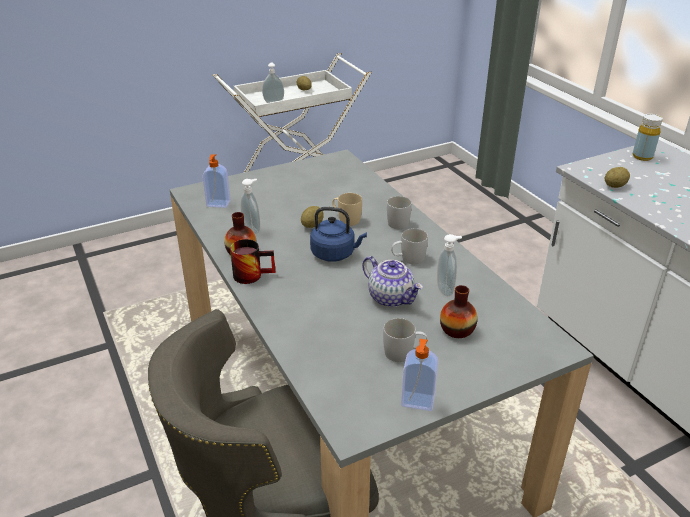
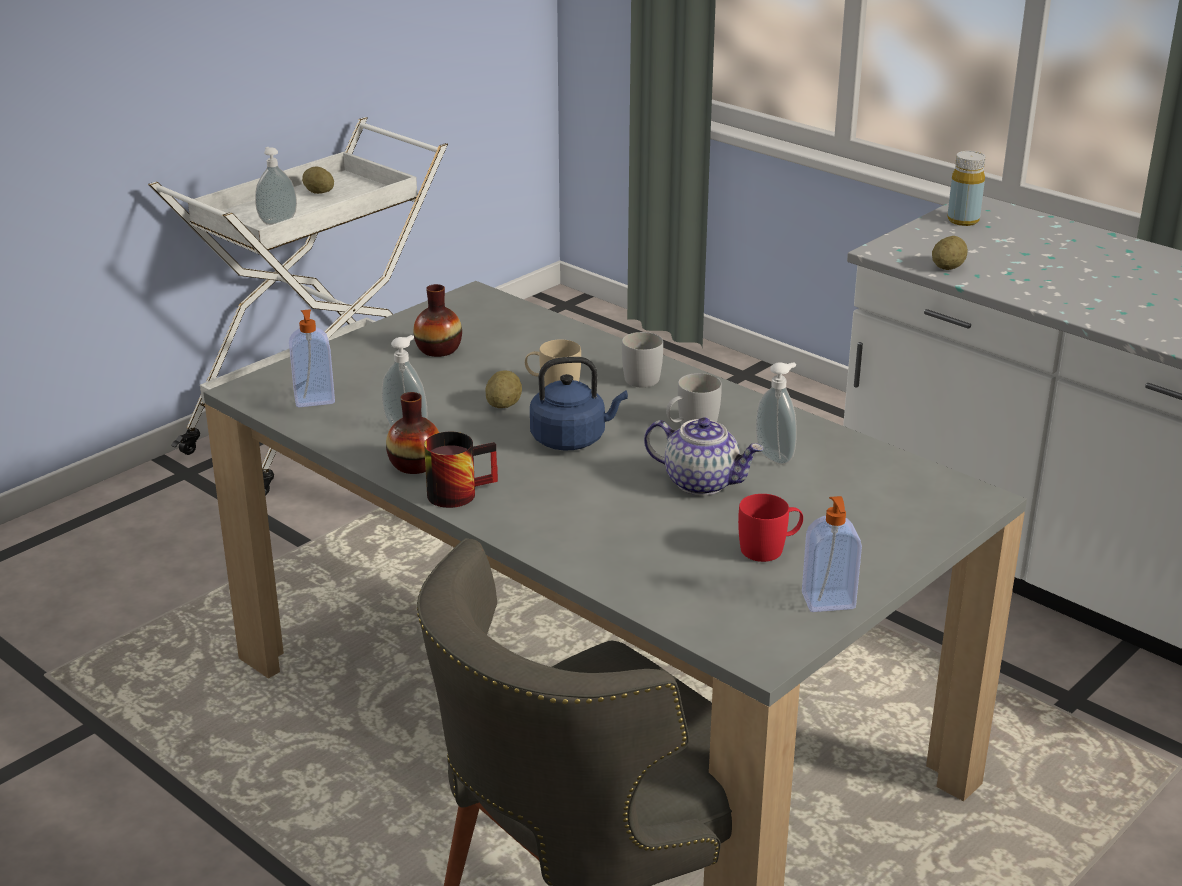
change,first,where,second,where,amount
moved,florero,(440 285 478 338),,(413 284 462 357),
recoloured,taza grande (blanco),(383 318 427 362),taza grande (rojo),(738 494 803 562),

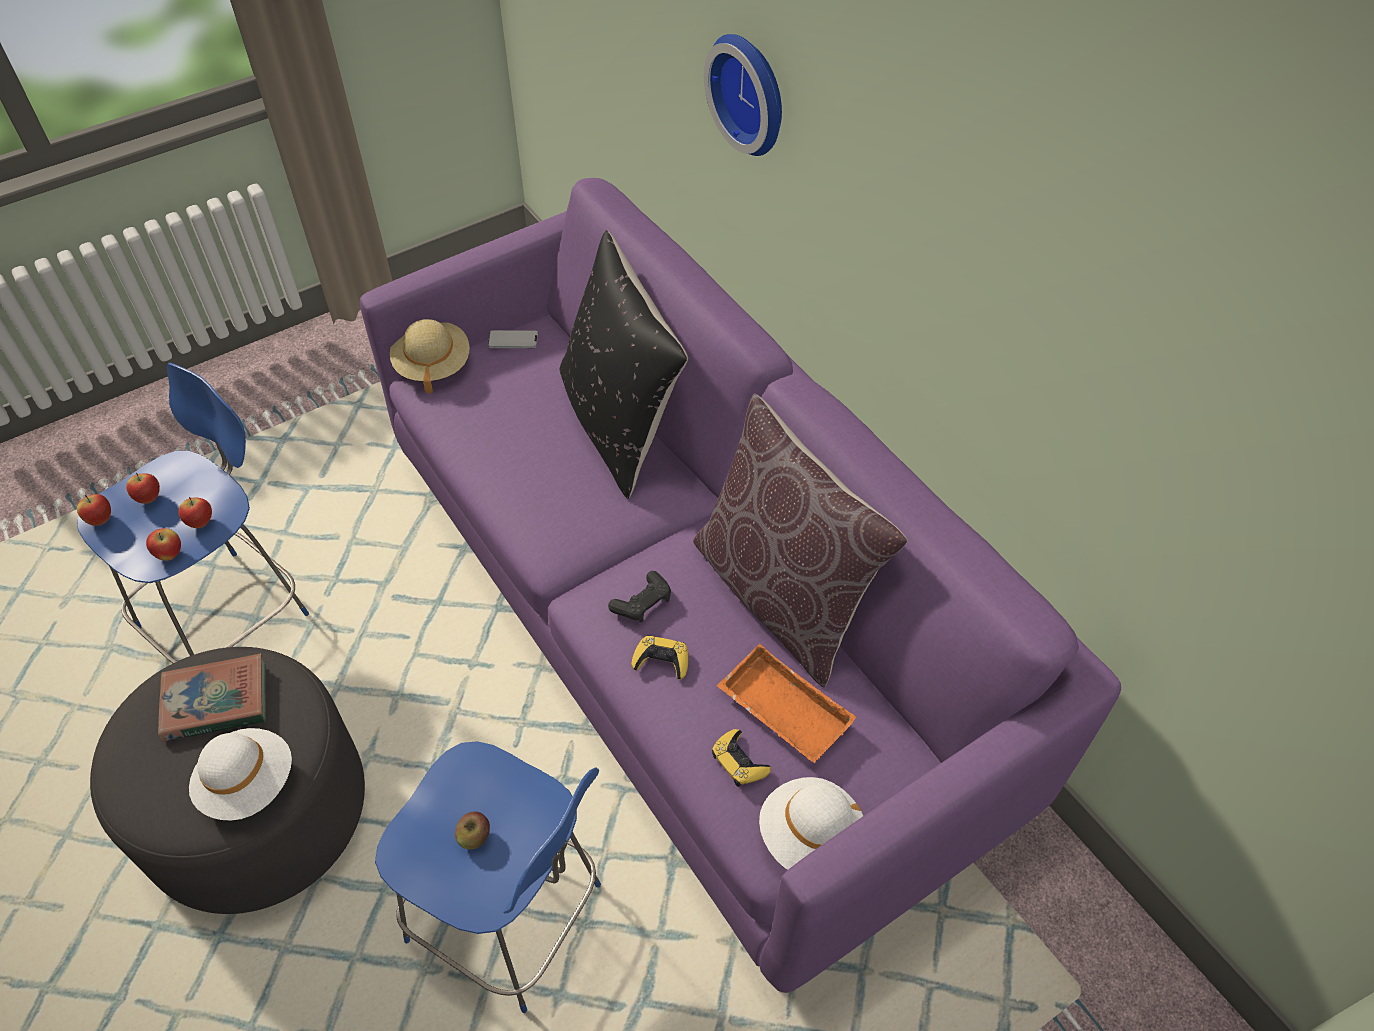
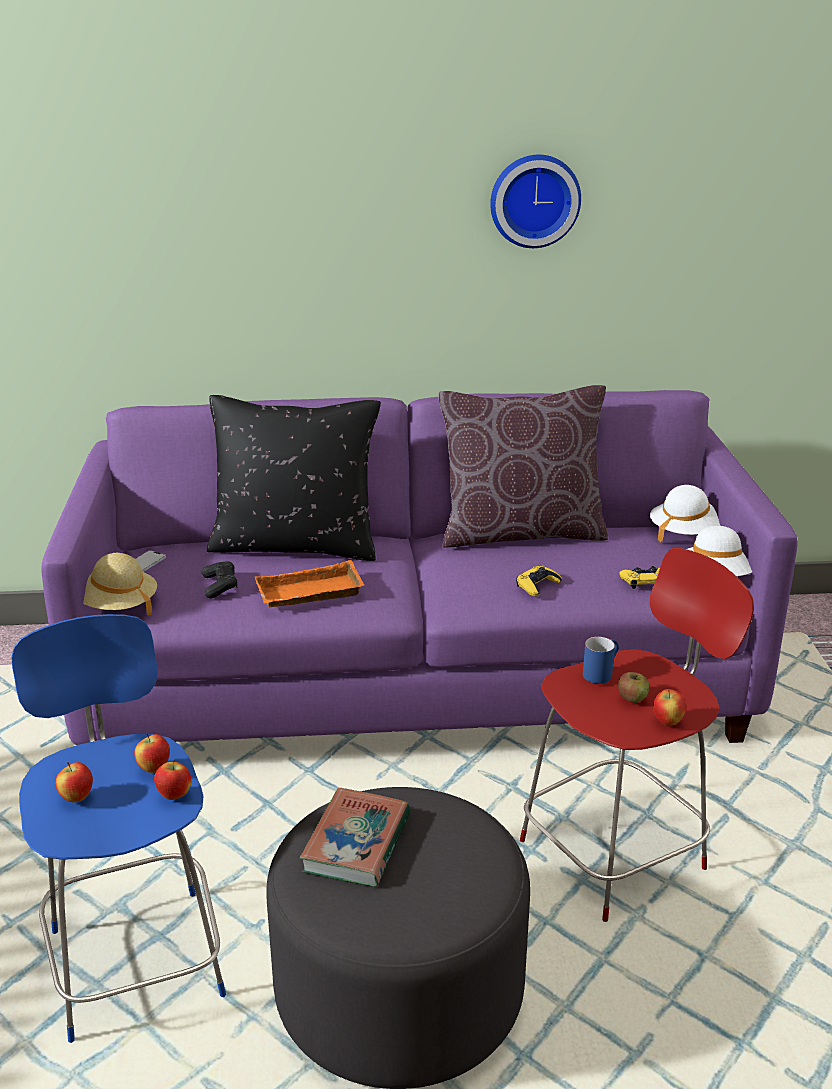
change,first,where,second,where,amount
moved,reloj de pared,(704 34 782 156),,(490 155 581 248),
moved,manzana,(77 494 111 526),,(653 689 687 725),
moved,mando de consola (negro),(608 571 671 622),,(202 561 237 599),
moved,bandeja (naranja),(717 644 856 763),,(254 560 364 607),
moved,sombrero (blanco),(189 728 292 820),,(650 485 720 543),
recoloured,taburete (azul),(375 741 601 1013),taburete (rojo),(520 548 754 922),
added,,,taza grande (azul),(583 637 619 684),

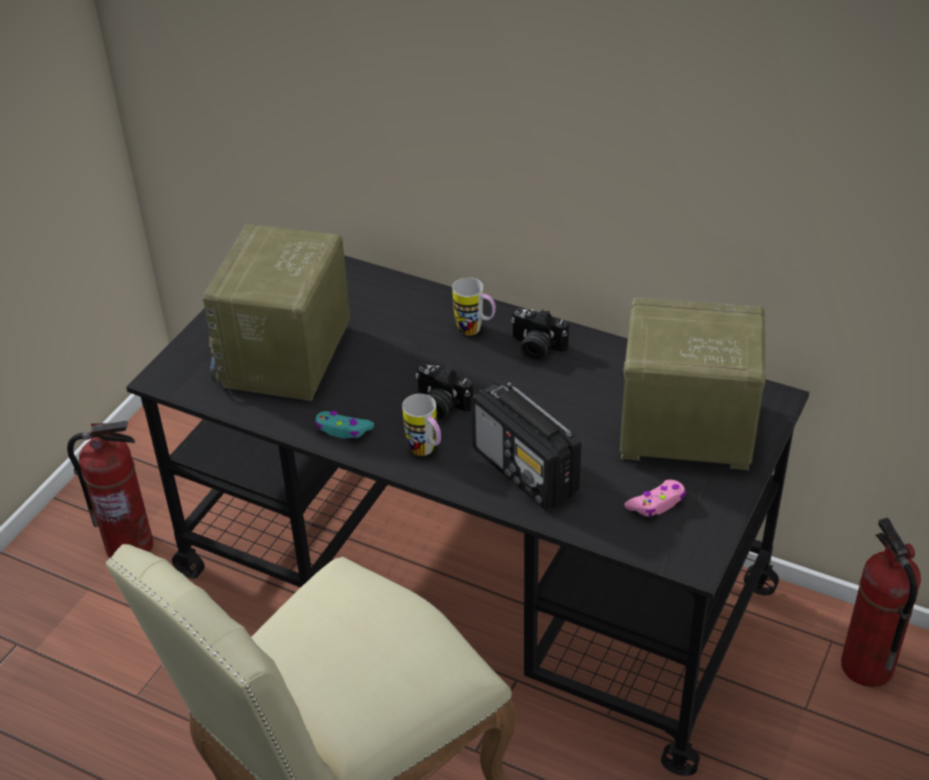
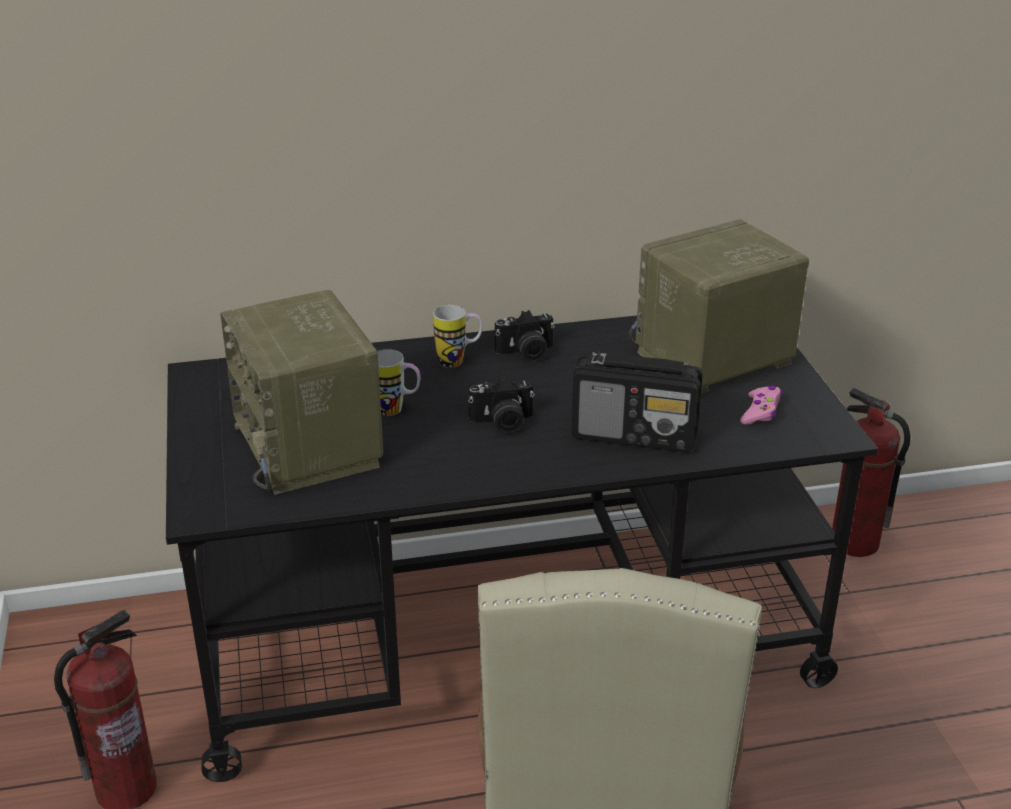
change,first,where,second,where,amount
moved,taza grande,(402 394 441 456),,(378 349 420 416),
removed,mando de consola (turquesa),(315 411 374 439),,,

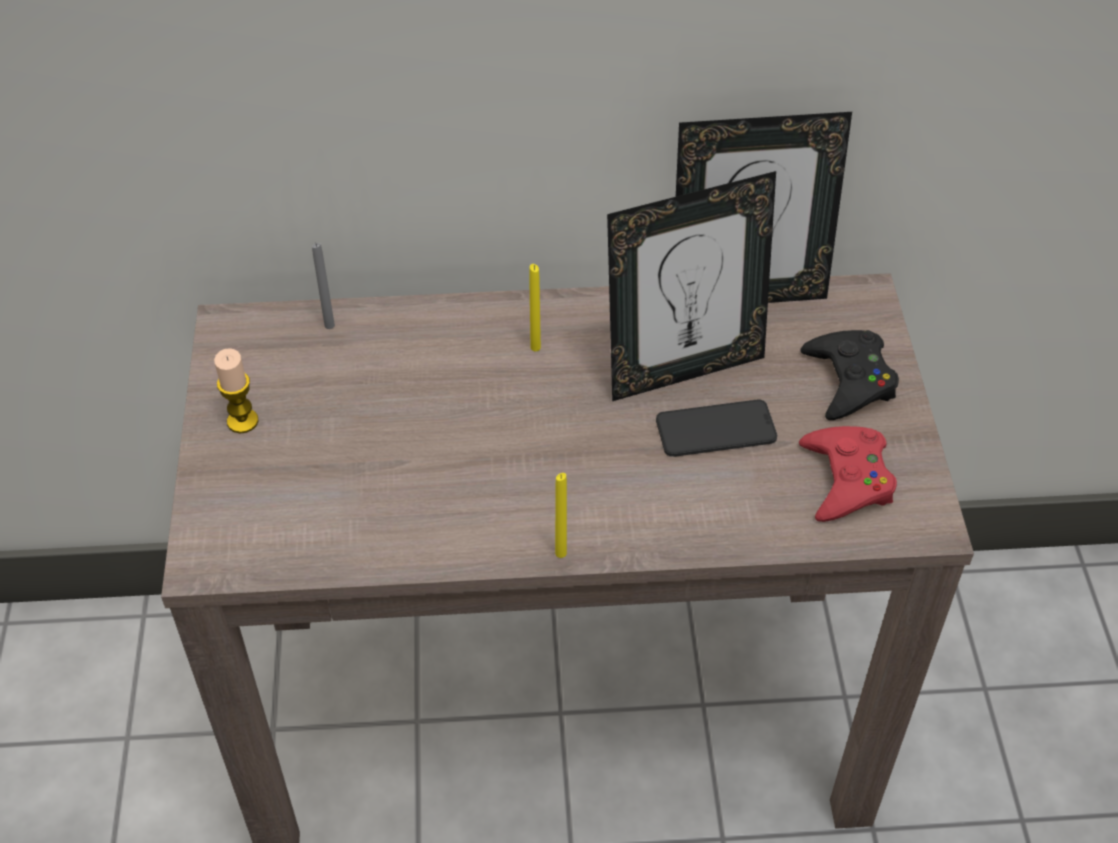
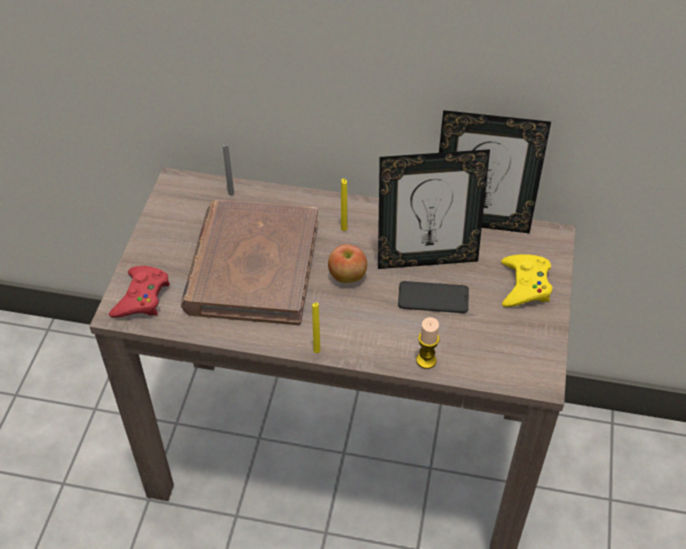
change,first,where,second,where,amount
recoloured,mando de consola (negro),(800 330 899 420),mando de consola (amarillo),(501 254 552 307),
moved,vela,(214 348 259 434),,(416 317 439 369),
moved,mando de consola (rojo),(799 426 897 522),,(109 266 170 317),
added,,,libro (marrón),(181 200 318 325),
added,,,manzana,(328 244 367 283),

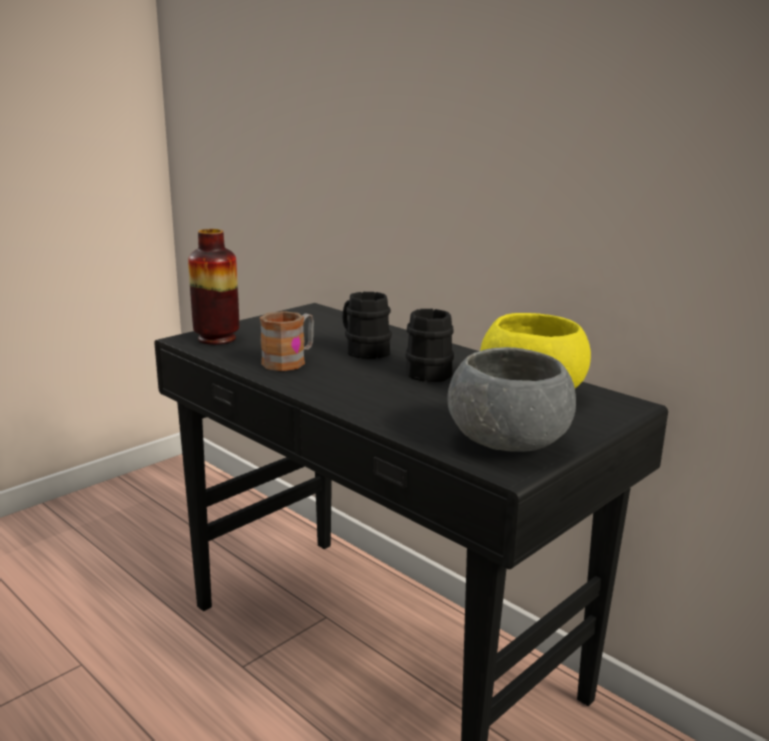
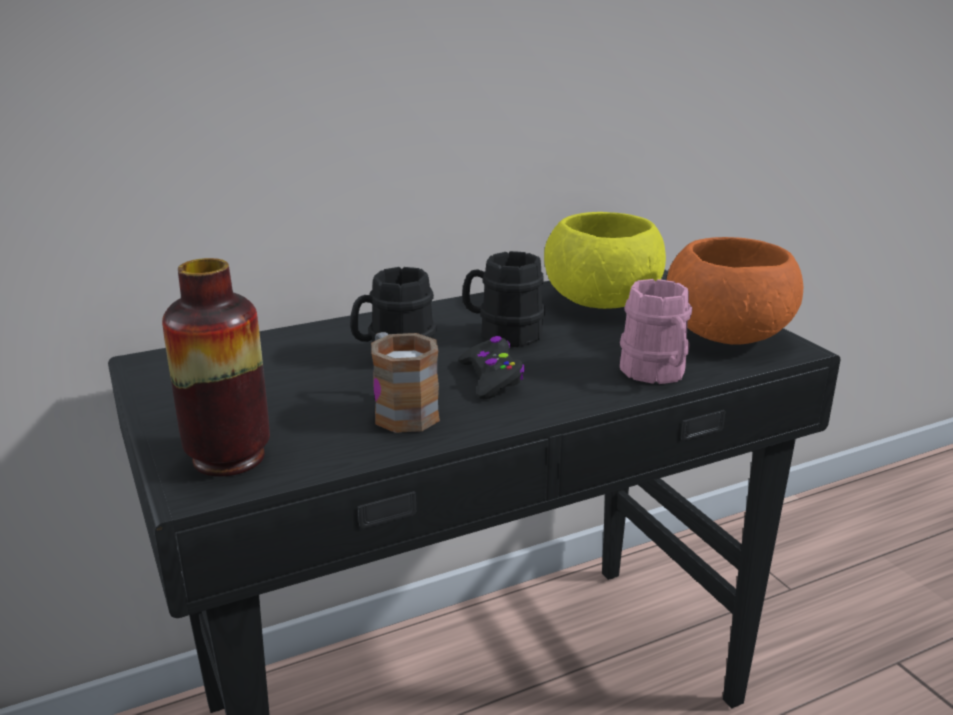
change,first,where,second,where,amount
recoloured,cuenco (gris),(448 347 576 452),cuenco (naranja),(667 237 803 345),
added,,,taza grande (rosa),(620 279 692 384),
added,,,mando de consola (negro),(458 336 525 400),

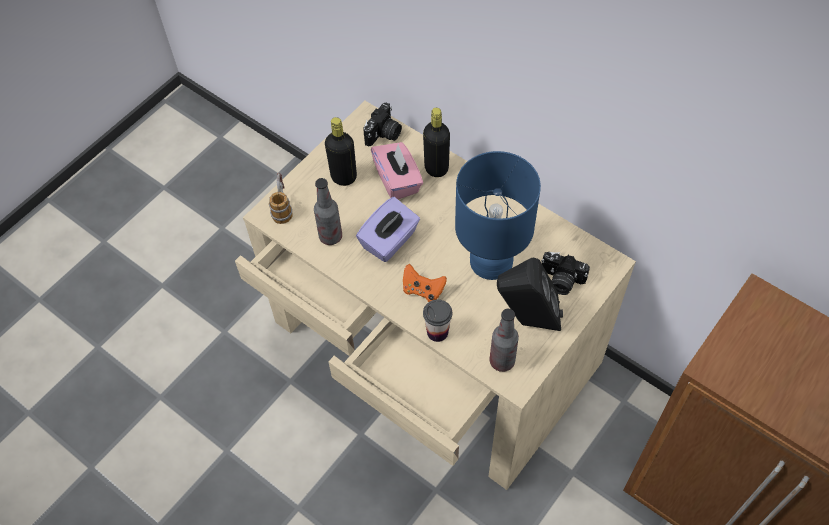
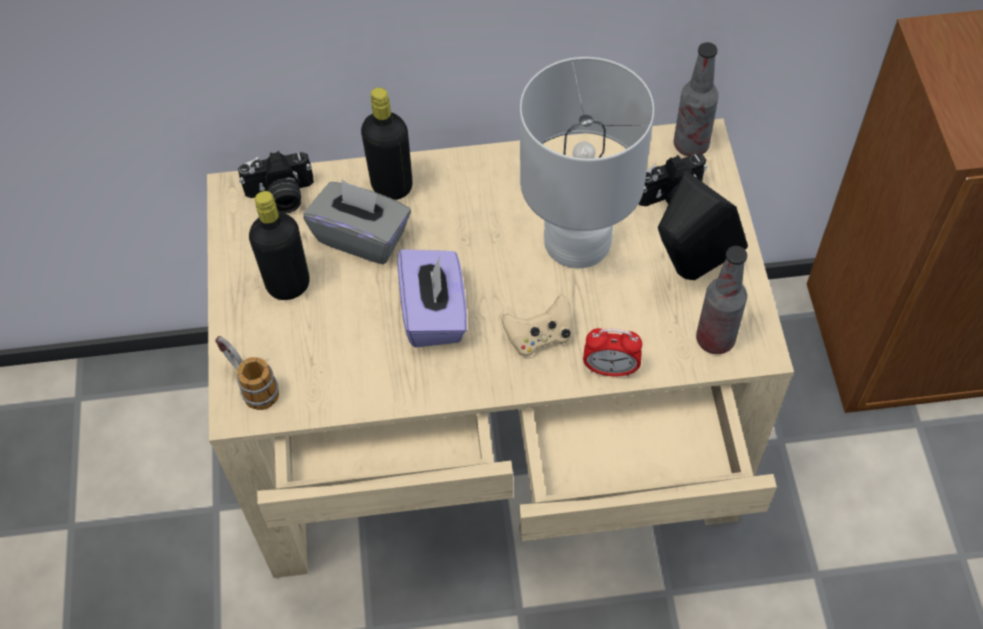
change,first,where,second,where,amount
turned,cámara,(363 102 402 147),,(238 151 314 214),90 degrees clockwise
recoloured,caja de pañuelos (rosa),(371 142 423 199),caja de pañuelos (gris),(304 180 411 264),
recoloured,lámpara de mesa (azul),(455 151 541 280),lámpara de mesa (gris),(520 57 654 268),
moved,botella,(314 178 342 245),,(674 42 719 156),
recoloured,mando de consola (naranja),(403 264 447 302),mando de consola (beis),(501 294 572 357),
replaced,taza,(423 300 452 342),despertador,(583 328 642 376),

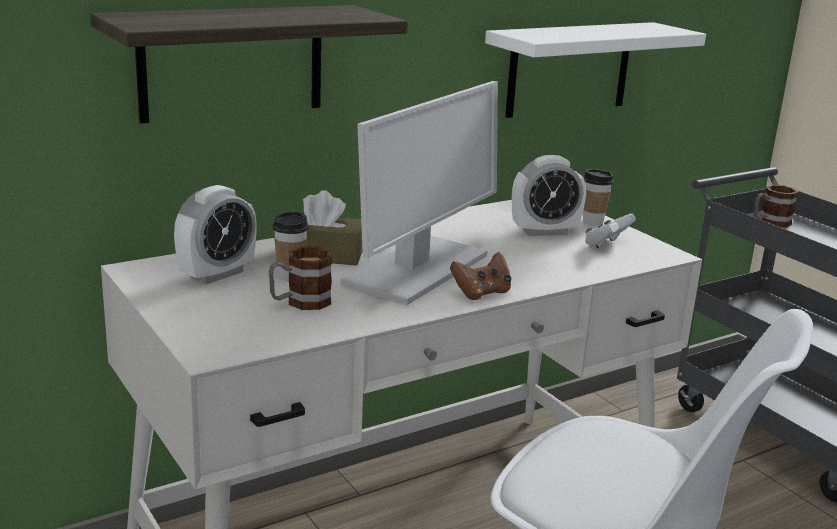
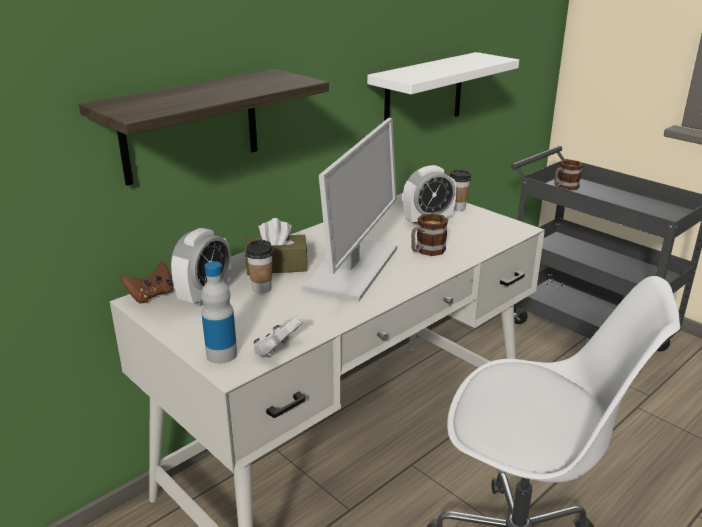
change,first,where,second,where,amount
moved,mando de consola (blanco),(585 213 636 248),,(254 315 304 357),
moved,taza grande,(269 246 332 310),,(411 213 448 256),
moved,mando de consola (marrón),(450 252 512 300),,(121 261 174 303),
added,,,botella,(201 261 237 364),

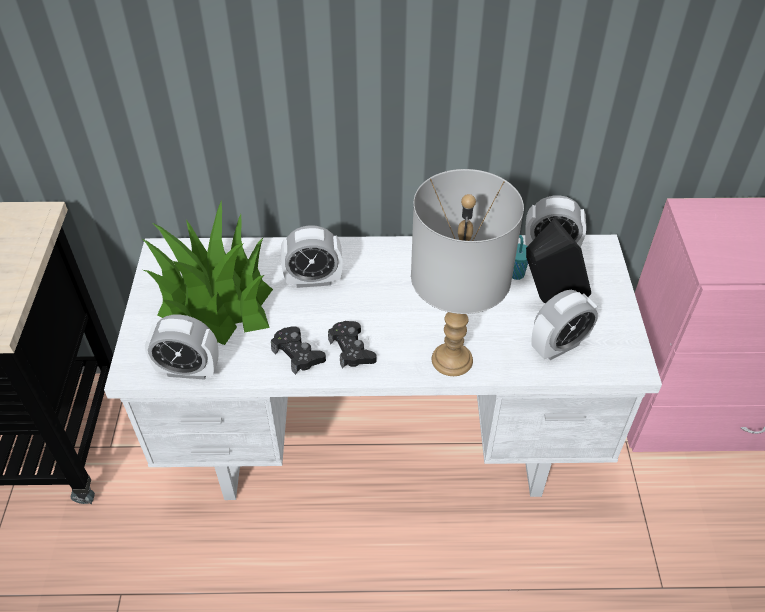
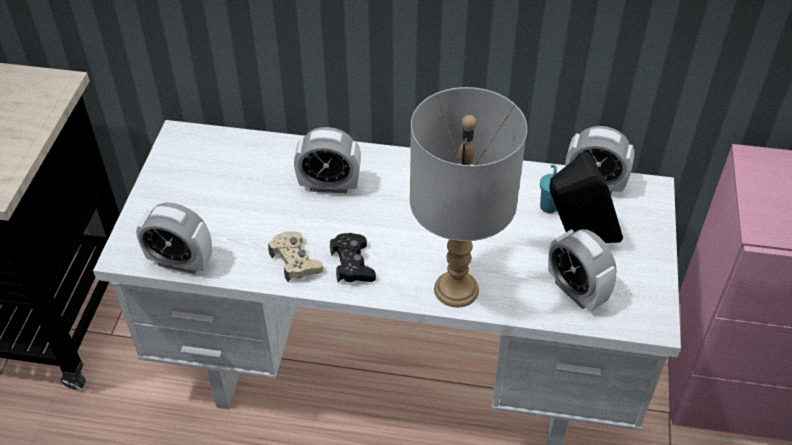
change,first,where,second,where,amount
removed,planta en maceta,(141 200 273 345),,,
turned,despertador,(532 290 598 360),,(548 229 617 311),75 degrees clockwise
recoloured,mando de consola (negro),(271 326 326 375),mando de consola (beis),(268 231 323 282),

